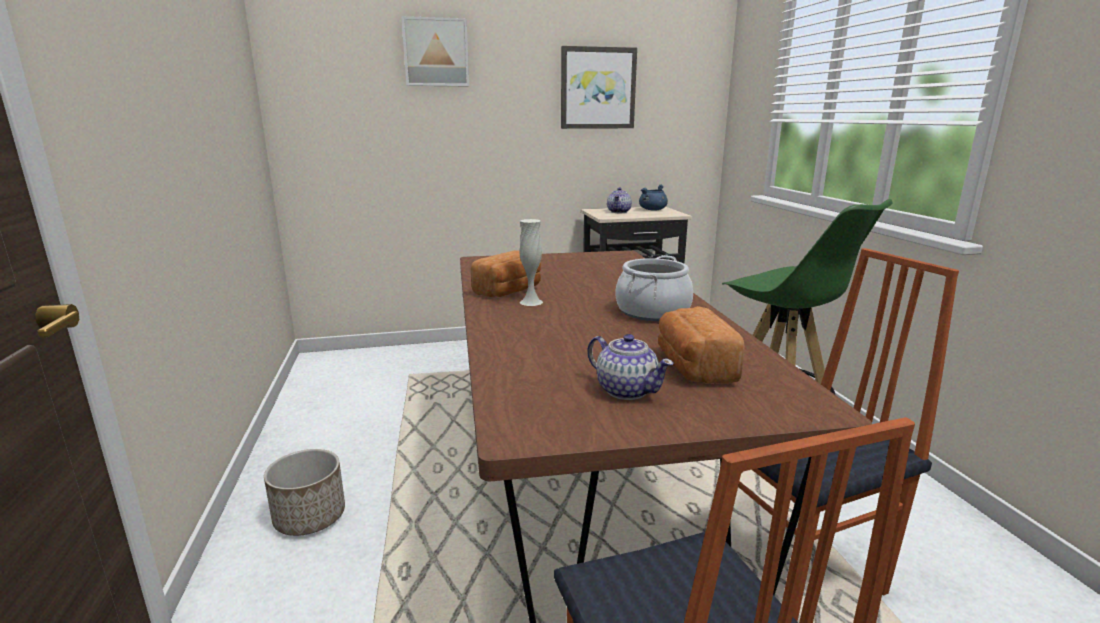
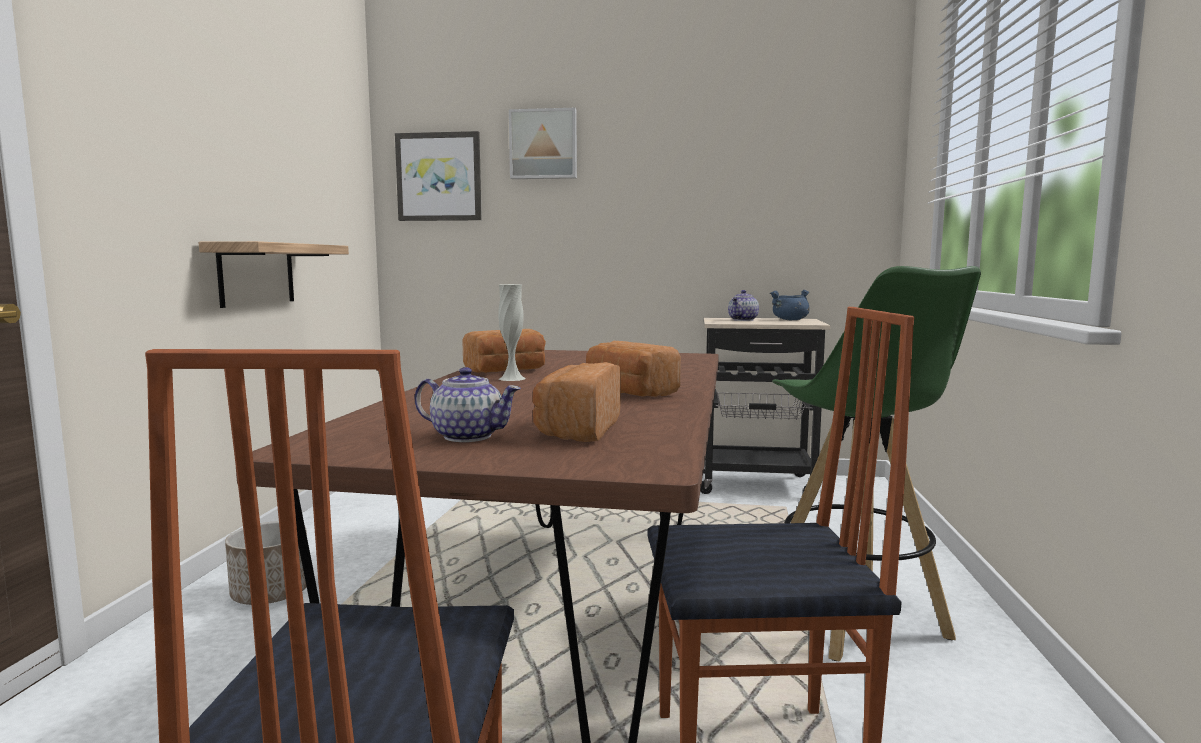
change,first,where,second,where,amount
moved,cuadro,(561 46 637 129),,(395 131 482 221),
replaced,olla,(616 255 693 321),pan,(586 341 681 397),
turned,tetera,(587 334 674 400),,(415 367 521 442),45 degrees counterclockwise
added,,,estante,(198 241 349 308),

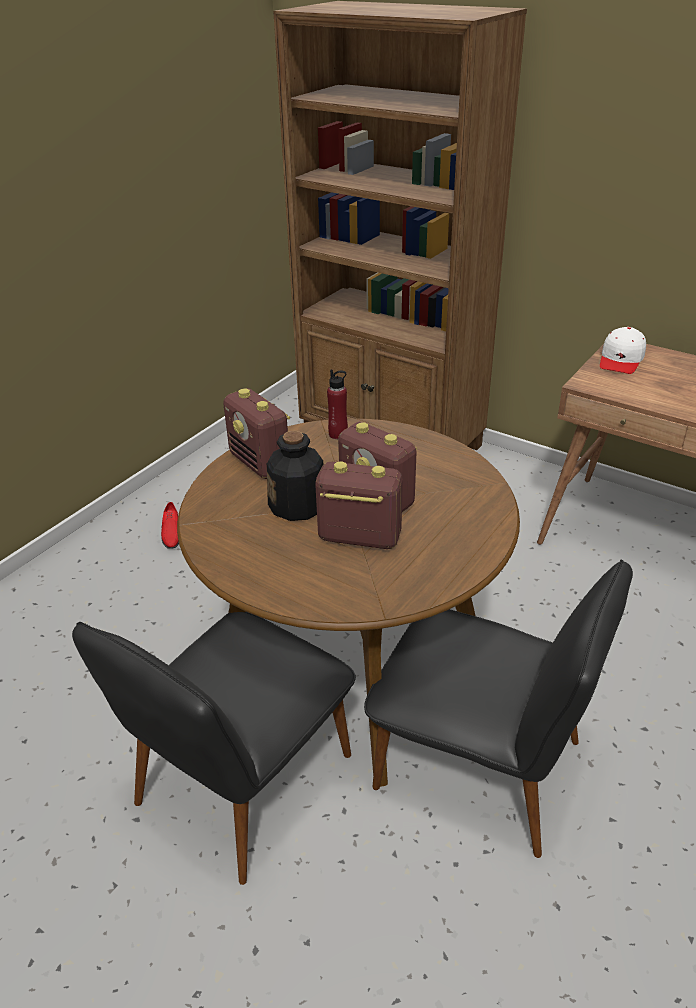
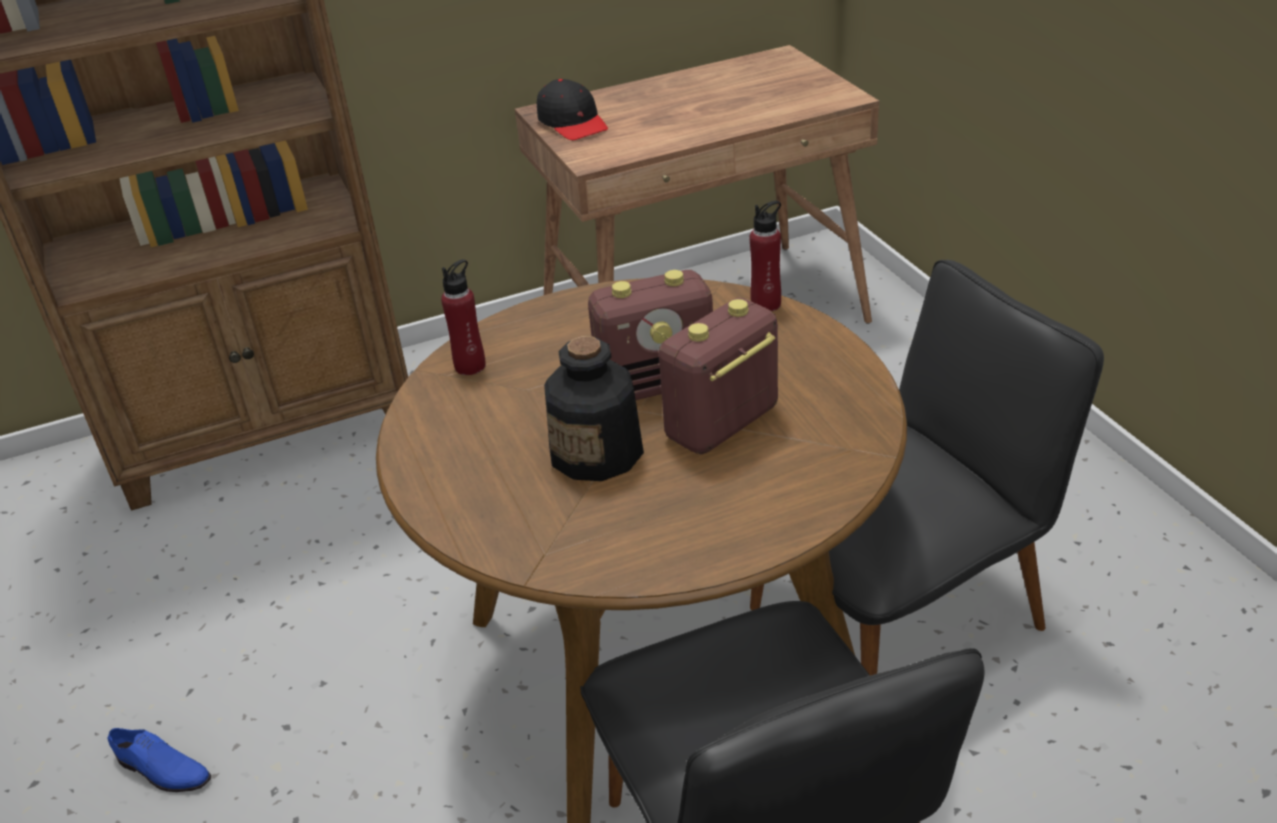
change,first,where,second,where,amount
recoloured,gorra (blanco),(600 327 646 374),gorra (negro),(537 79 608 140),
removed,radio,(223 388 290 479),,,
recoloured,zapato (rojo),(161 502 179 549),zapato (azul),(107 728 211 792),
added,,,botella (rojo),(750 201 781 311),

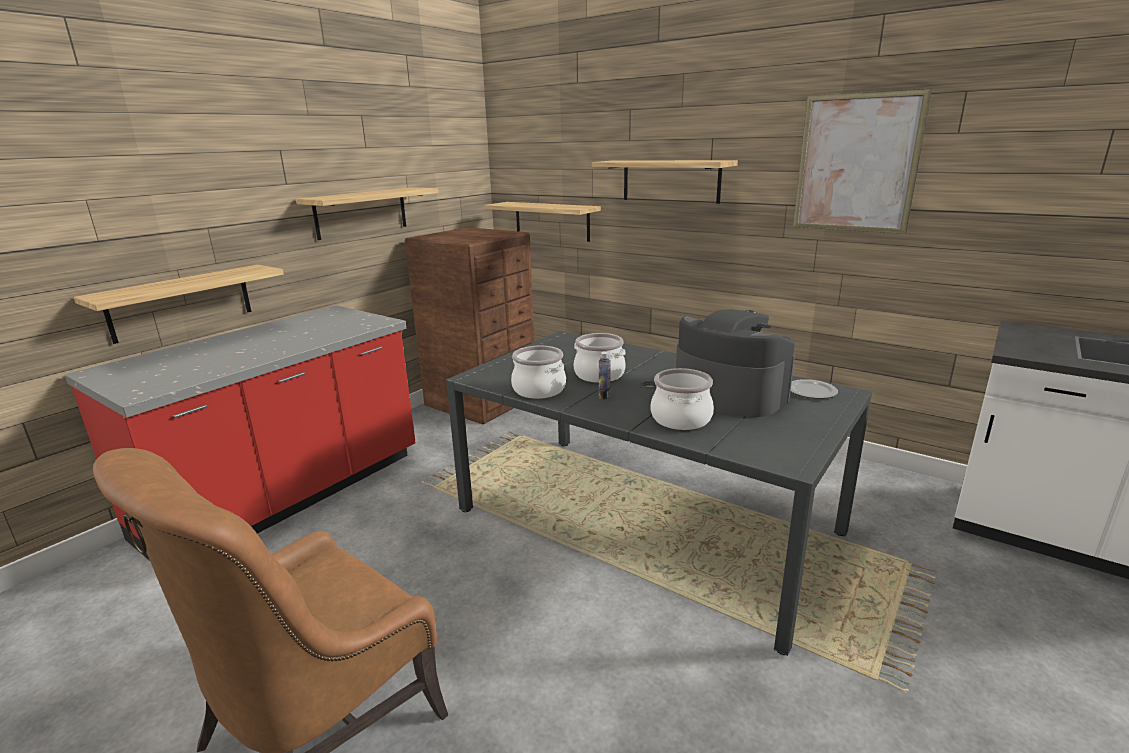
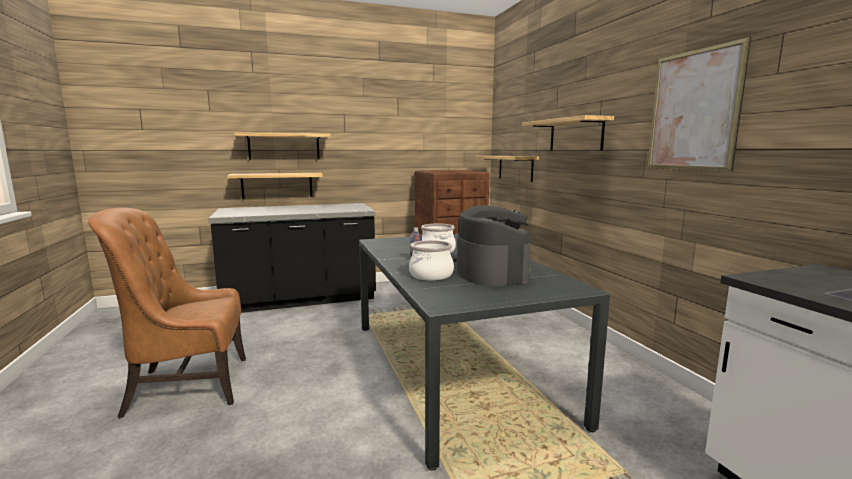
change,first,where,second,where,amount
moved,estante,(296 187 438 240),,(234 132 331 160),
recoloured,mueble bajo de cocina (rojo),(65 305 416 561),mueble bajo de cocina (negro),(208 203 376 313),
removed,olla,(511 346 566 399),,,
removed,plato,(790 379 838 399),,,

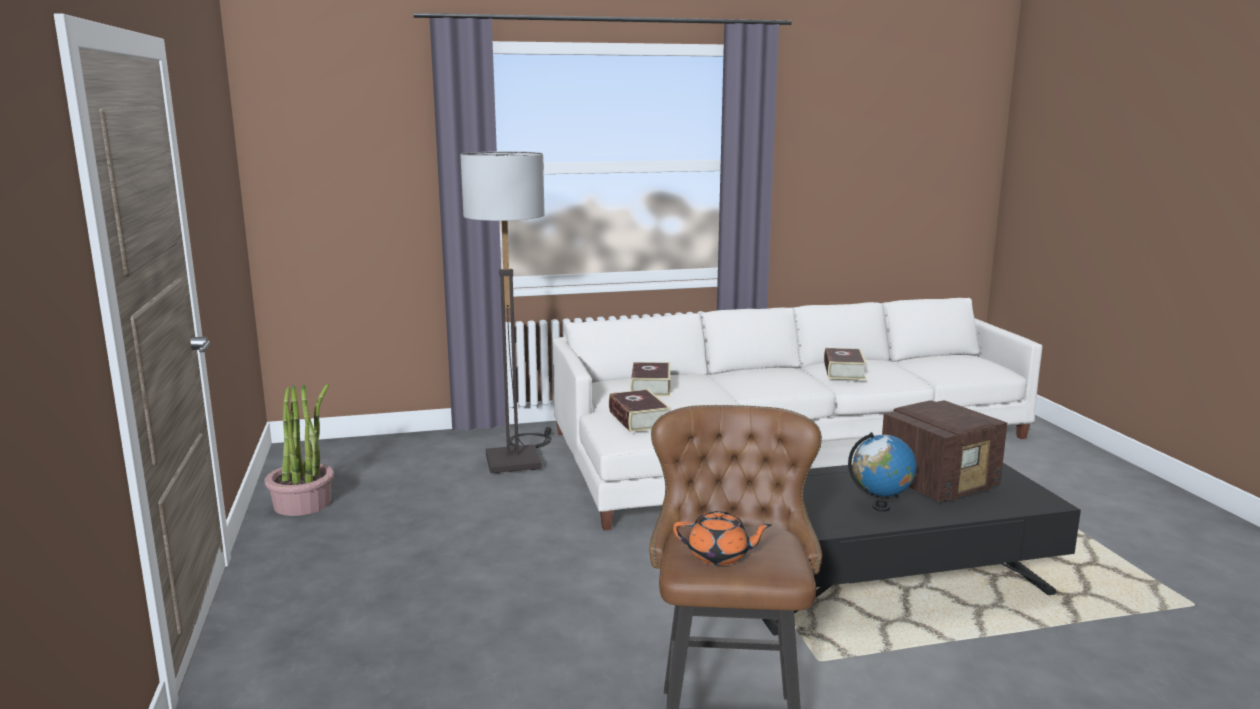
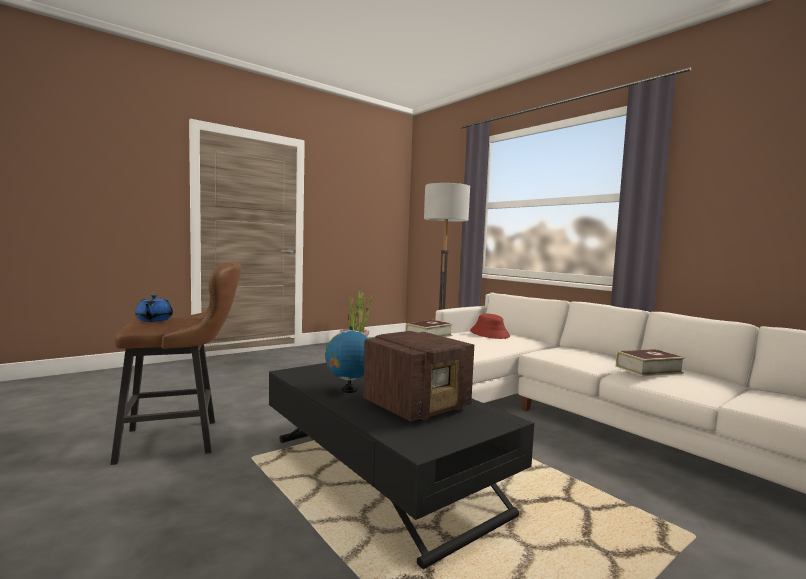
change,first,where,second,where,amount
replaced,libro,(630 362 670 396),sombrero (rojo),(470 313 510 339),
turned,radio,(882 400 1007 502),,(363 331 474 421),75 degrees counterclockwise
recoloured,tetera (naranja),(673 510 772 565),tetera (azul),(135 295 173 322),

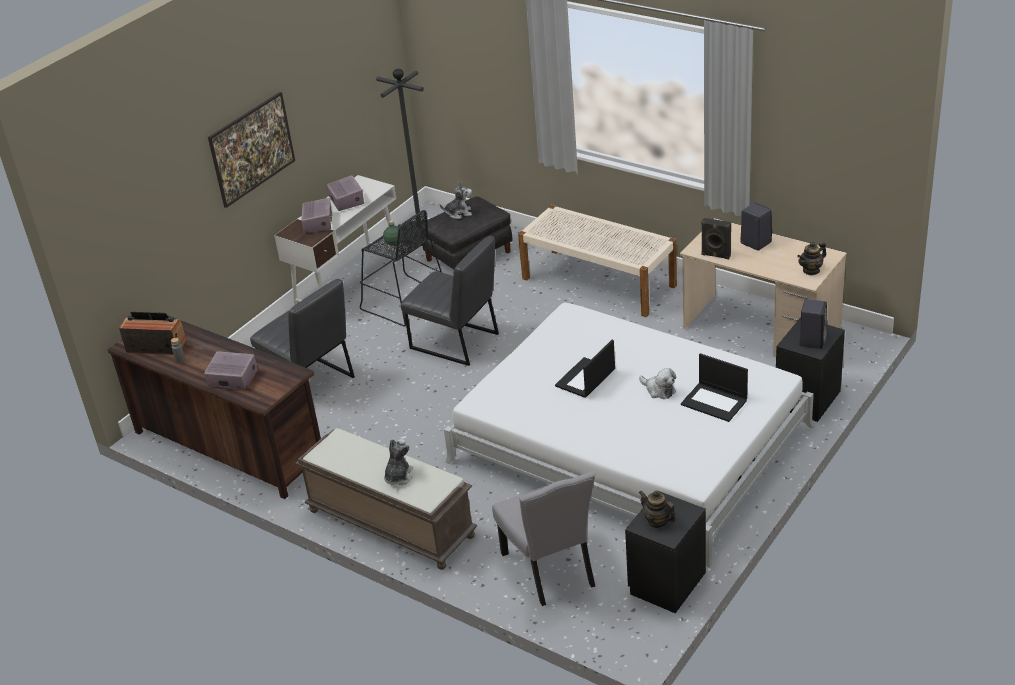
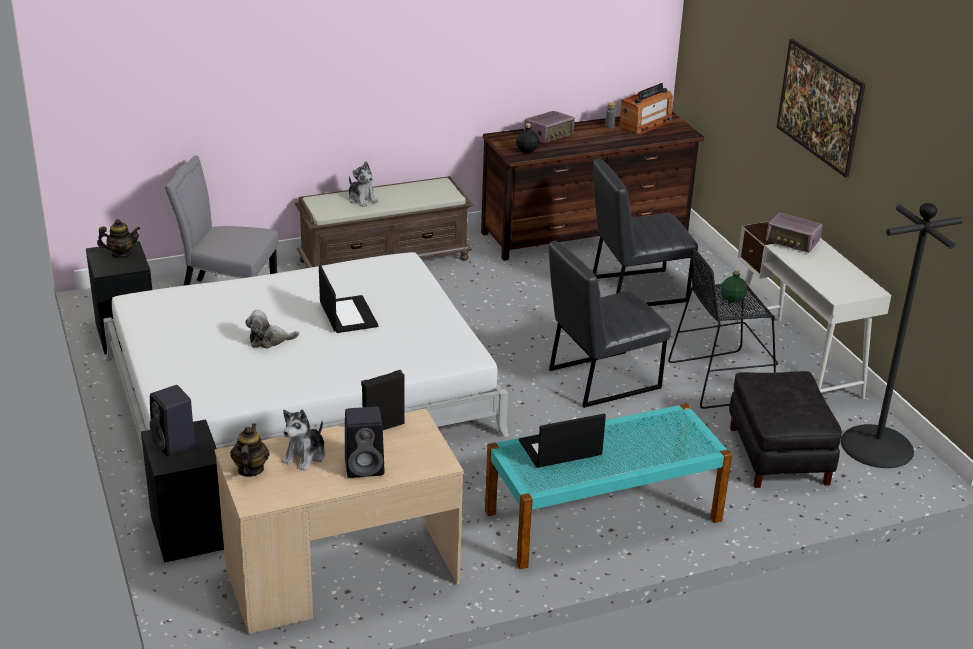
change,first,where,second,where,amount
removed,radio,(327 175 364 211),,,
moved,peluche,(440 182 472 219),,(282 409 325 471),
recoloured,banco (beis),(518 205 677 317),banco (turquesa),(485 403 732 570),
moved,portátil,(681 353 748 422),,(519 414 606 468),
added,,,botella (negro),(516 123 539 153),

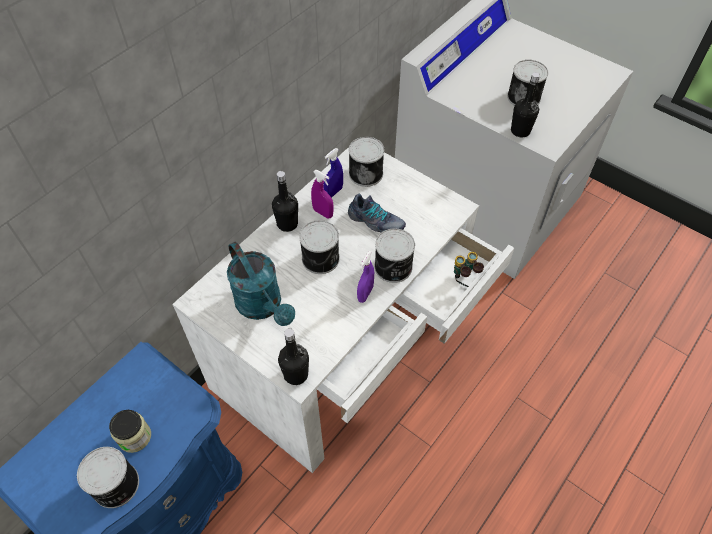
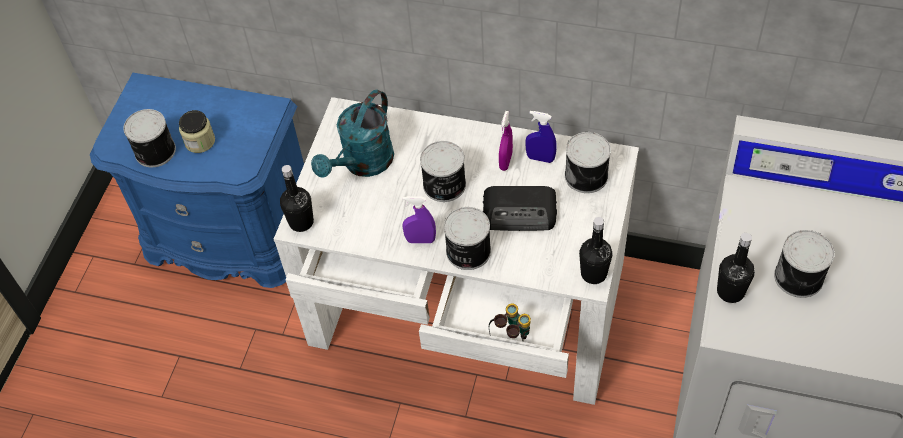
change,first,where,second,where,amount
moved,botella (negro),(272 171 298 232),,(579 217 612 284),
replaced,zapato,(348 194 406 233),radio,(483 186 557 231),

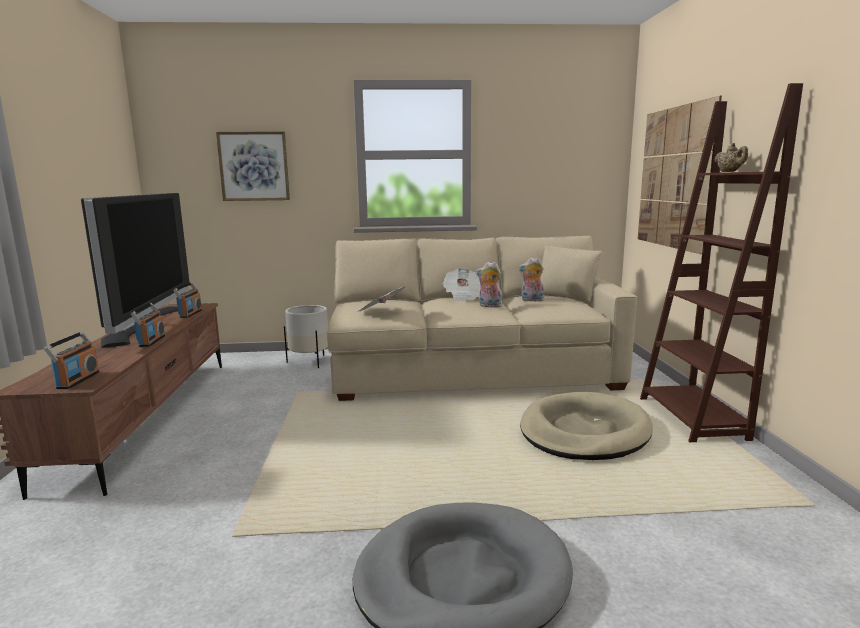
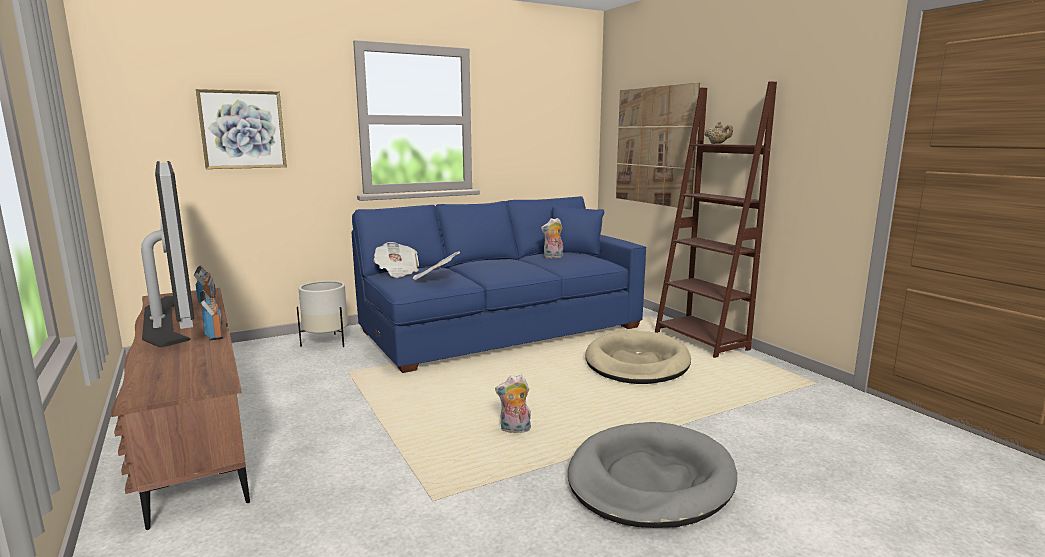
change,first,where,second,where,amount
recoloured,sofá (beis),(327 236 637 401),sofá (azul),(352 196 646 373),
moved,peluche,(476 262 502 308),,(495 375 531 433),
moved,periódico,(442 268 480 302),,(374 242 419 278),
removed,radio,(44 332 99 389),,,

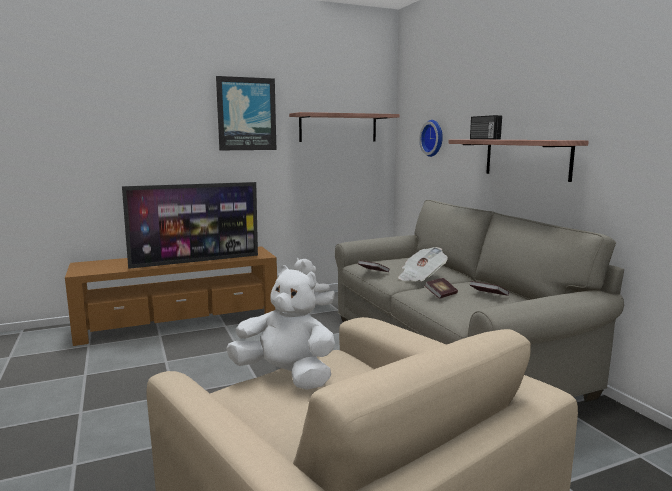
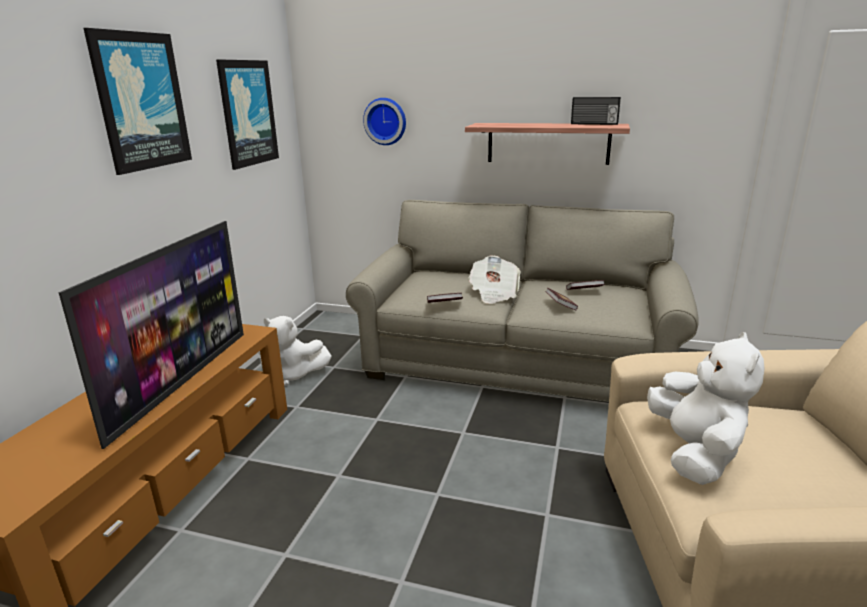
change,first,where,second,where,amount
replaced,estante,(289 112 400 142),cuadro,(216 59 279 170),
moved,radio,(470 115 502 140),,(571 97 621 125),
turned,peluche (blanco),(226 265 335 390),,(647 332 764 485),120 degrees clockwise

